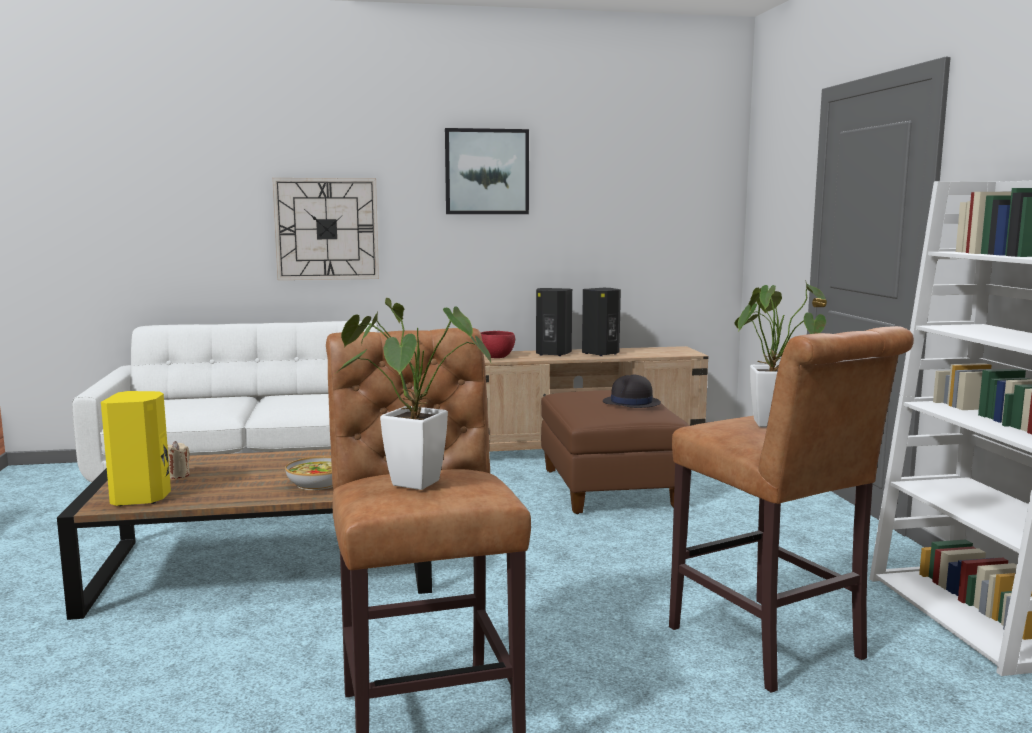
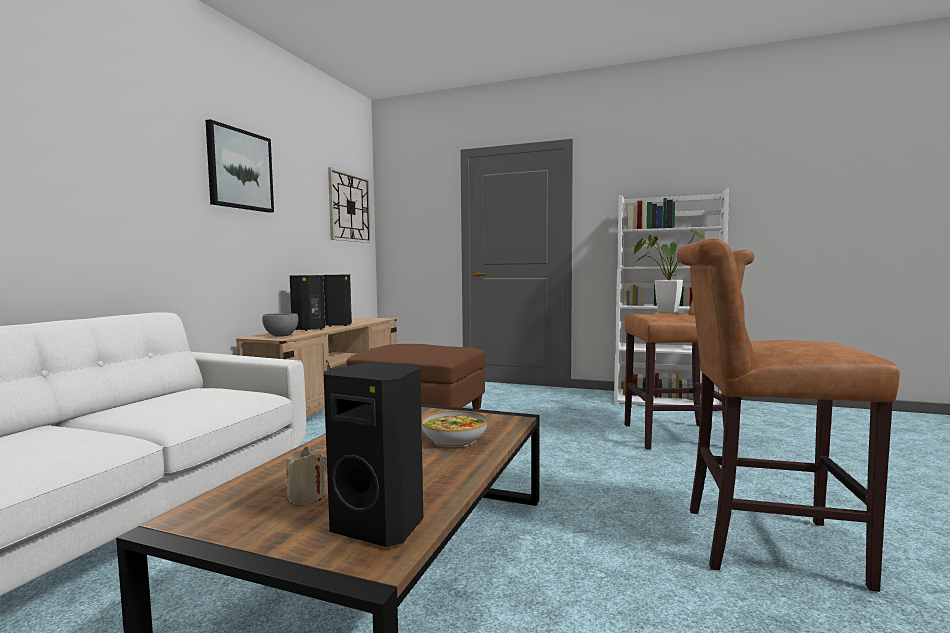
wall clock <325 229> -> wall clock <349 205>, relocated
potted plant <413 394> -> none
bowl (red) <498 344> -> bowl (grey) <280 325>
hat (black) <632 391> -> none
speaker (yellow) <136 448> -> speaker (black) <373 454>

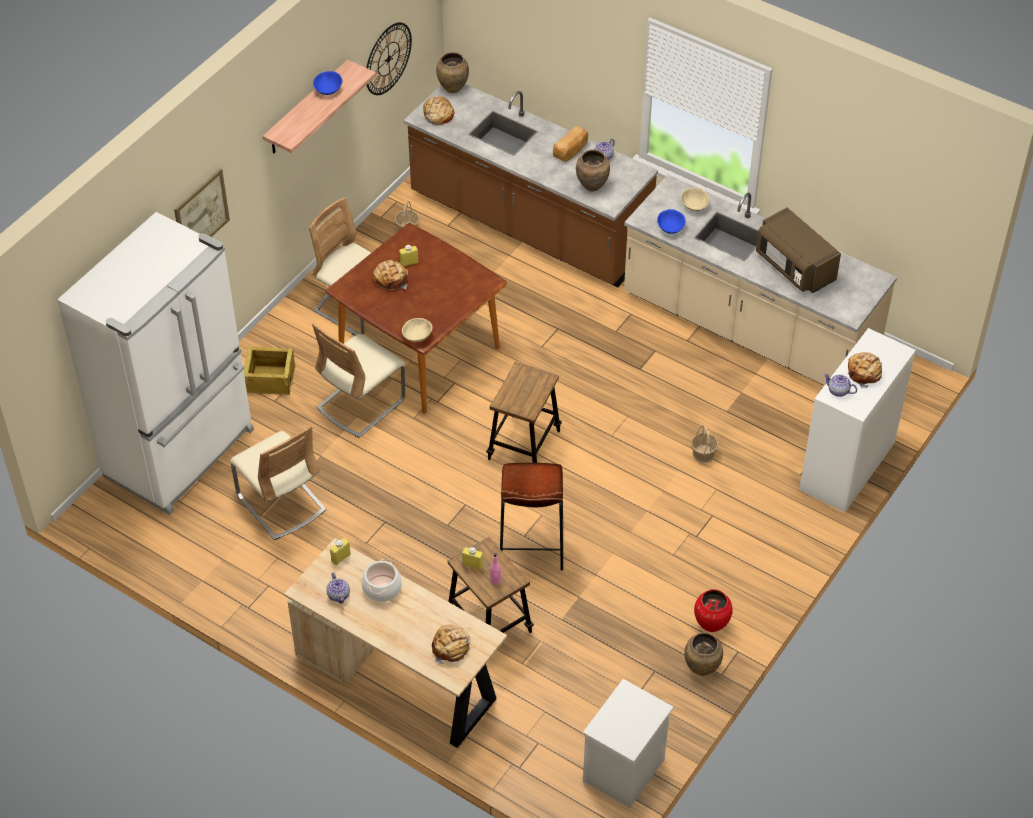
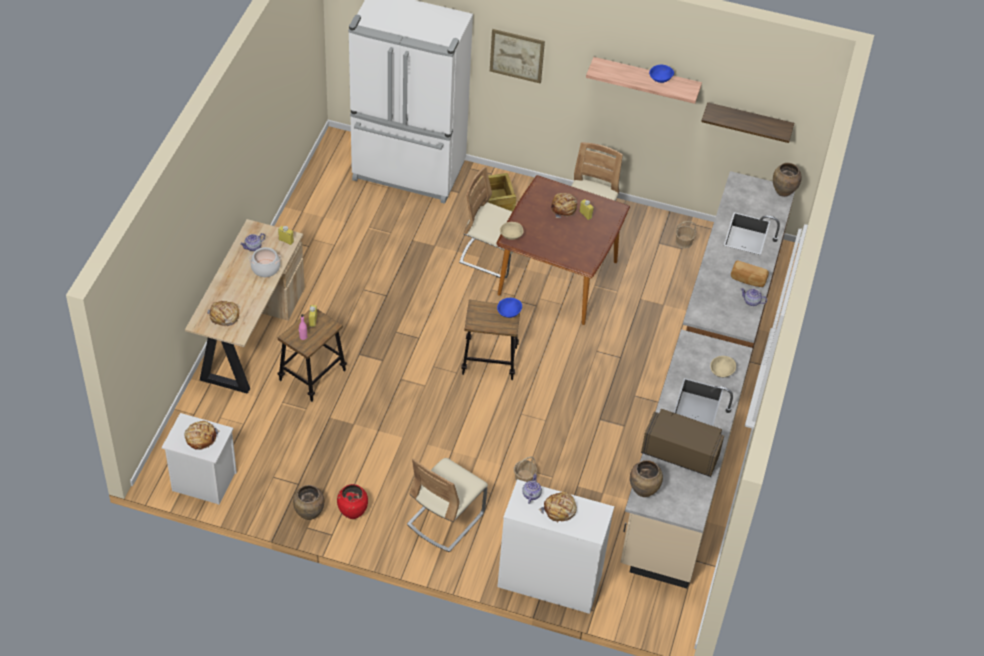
wall clock <389 58> -> shelf <747 122>
bread <438 110> -> bread <202 435>, relocated
vase (brown) <593 170> -> vase (brown) <646 478>, relocated
microwave (brown) <798 250> -> microwave (brown) <682 443>, 75 degrees clockwise
bowl (blue) <671 221> -> bowl (blue) <509 308>, relocated
chair (beige) <278 483> -> chair (beige) <447 505>, relocated
stool (brown) <531 516> -> none

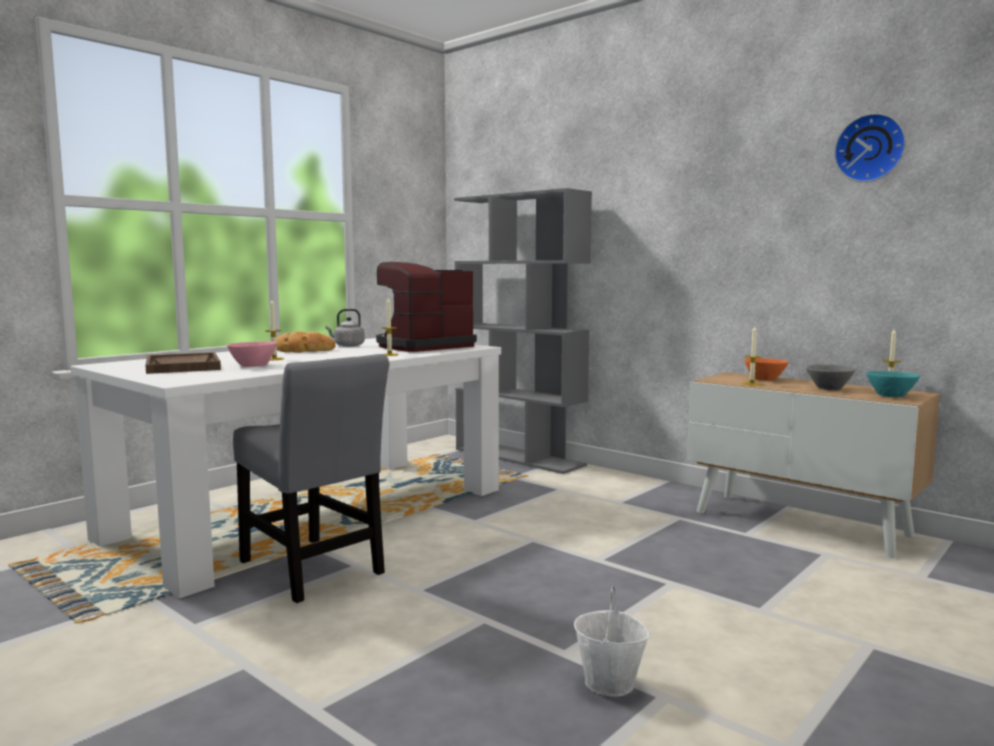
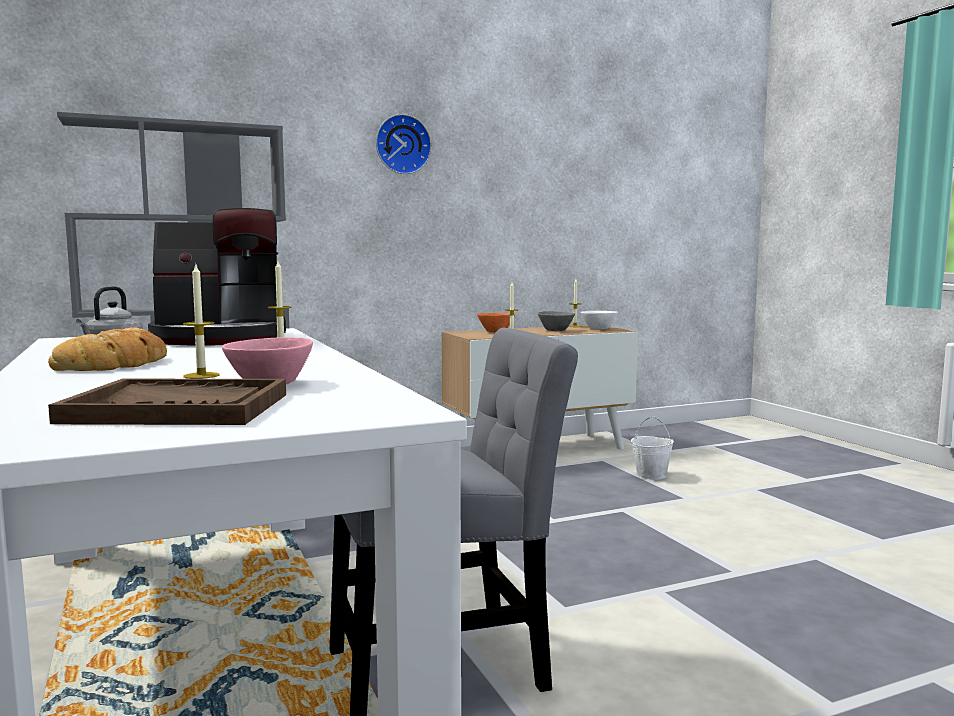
wall clock <870 147> -> wall clock <404 144>, relocated
coffee machine <426 307> -> coffee machine <217 276>, 90 degrees counterclockwise
bowl (turquoise) <893 384> -> bowl (white) <599 320>
bucket (white) <612 641> -> bucket (white) <652 448>, relocated

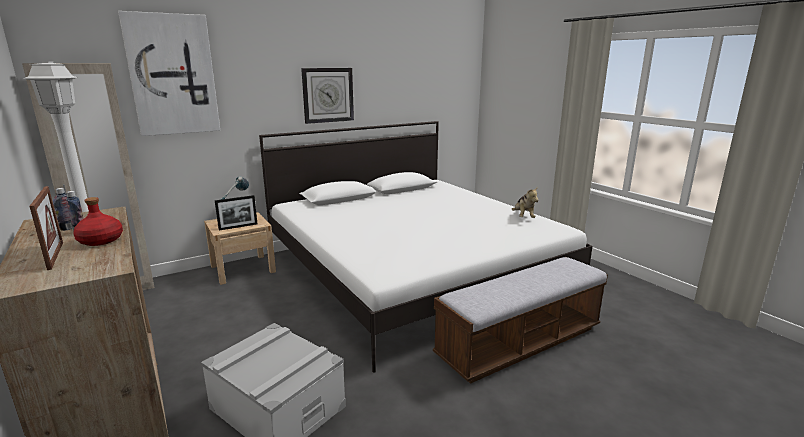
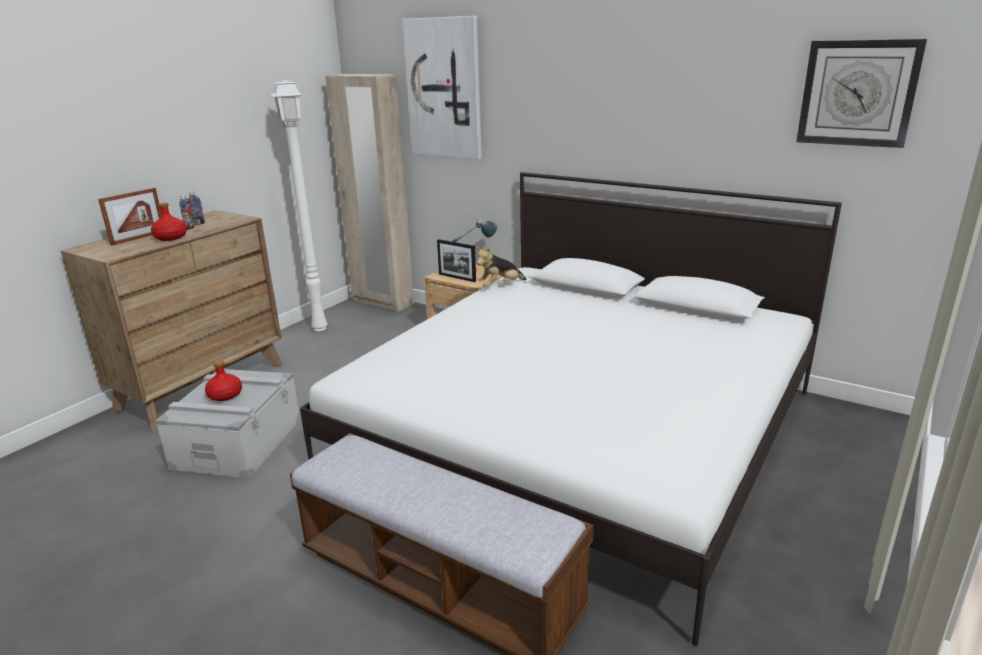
wall clock <327 96> -> wall clock <861 93>, relocated
plush toy <525 202> -> plush toy <501 267>, relocated
none -> bottle (red) <223 381>

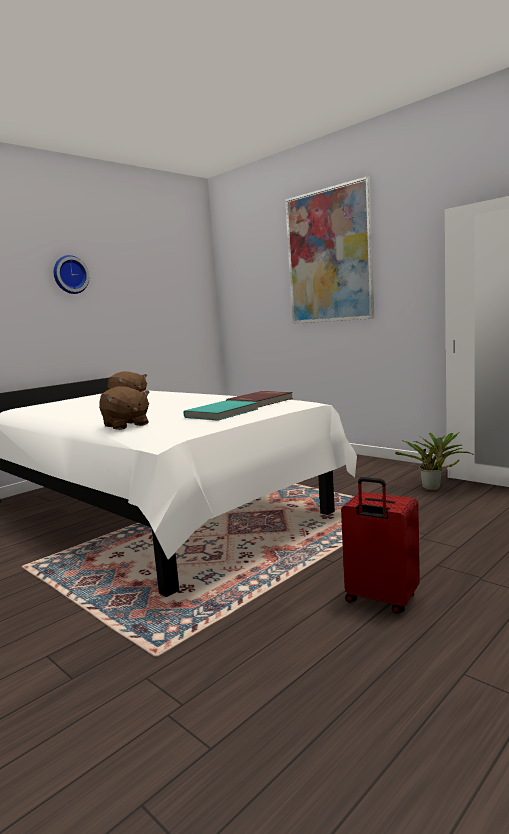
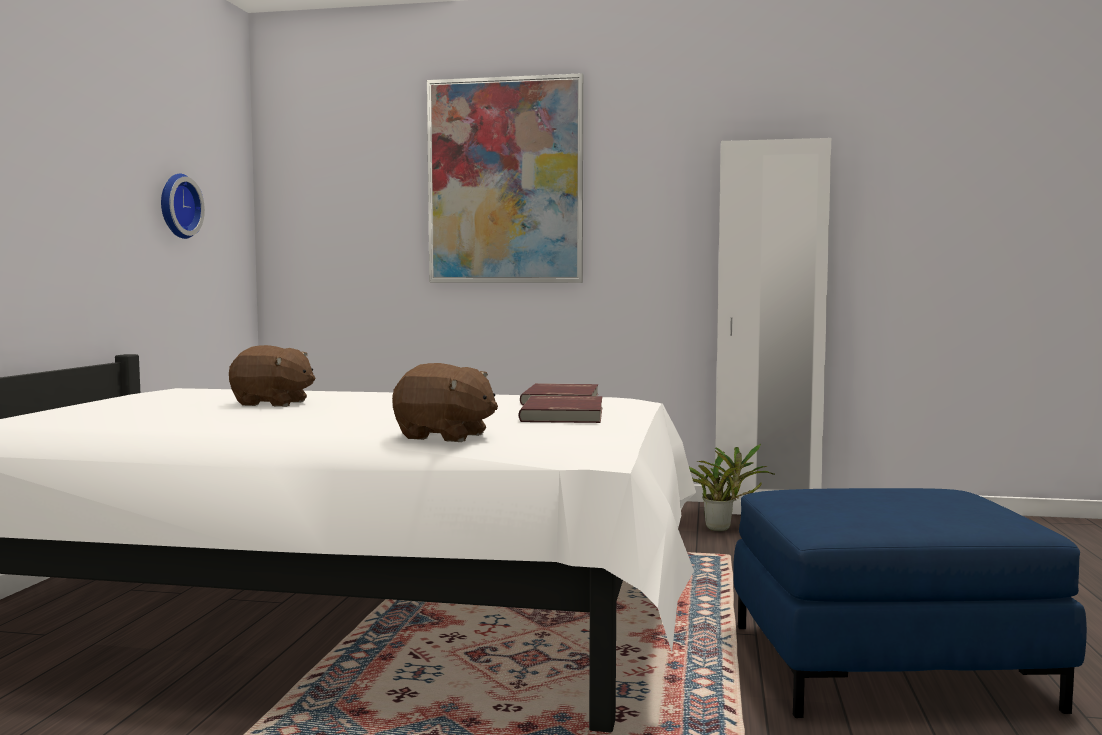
wall clock <71 274> -> wall clock <183 206>, relocated
book (turquoise) <221 411> -> book (red) <560 409>
suitcase (red) <380 545> -> ottoman (blue) <910 603>

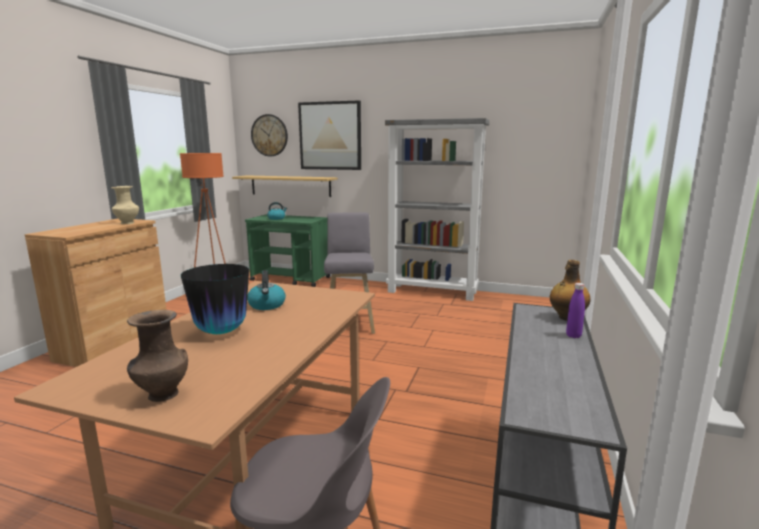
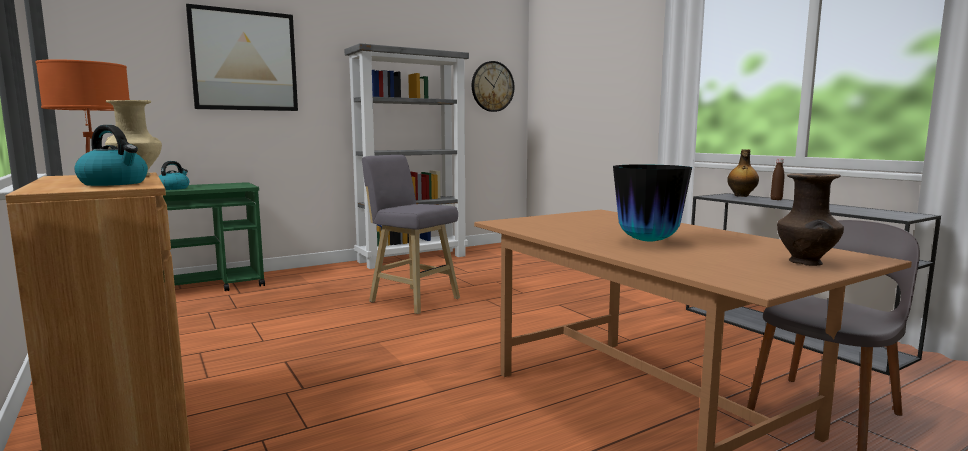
wall clock <269 135> -> wall clock <493 86>, relocated
shelf <284 186> -> none
kettle <266 290> -> kettle <111 155>, relocated
bottle (purple) <575 310> -> bottle (brown) <777 179>

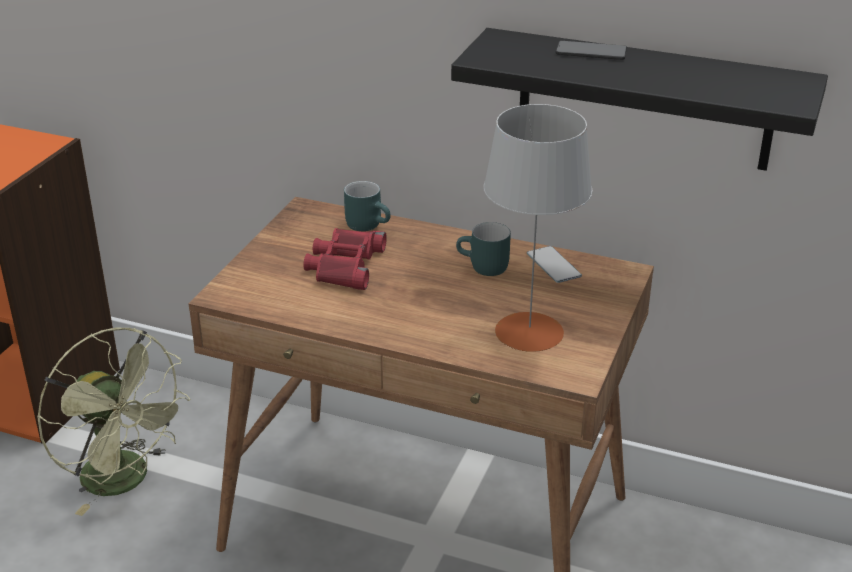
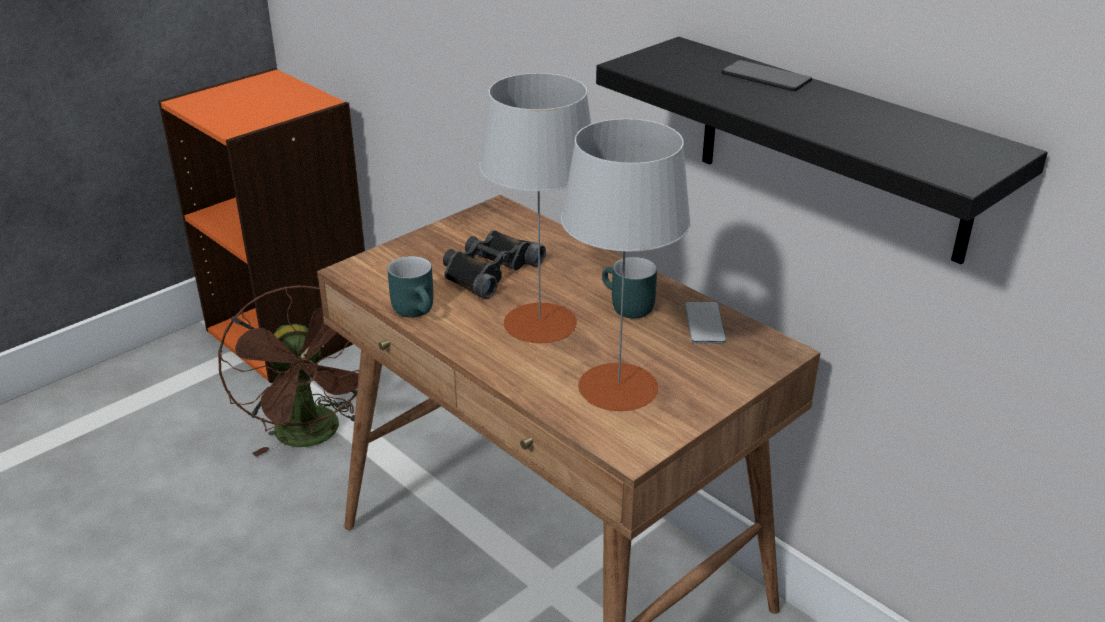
mug (turquoise) <367 206> -> mug (turquoise) <410 287>, relocated
binoculars (red) <345 259> -> binoculars (black) <494 264>
fan (green) <114 422> -> fan (brown) <288 371>
none -> table lamp (grey) <535 208>

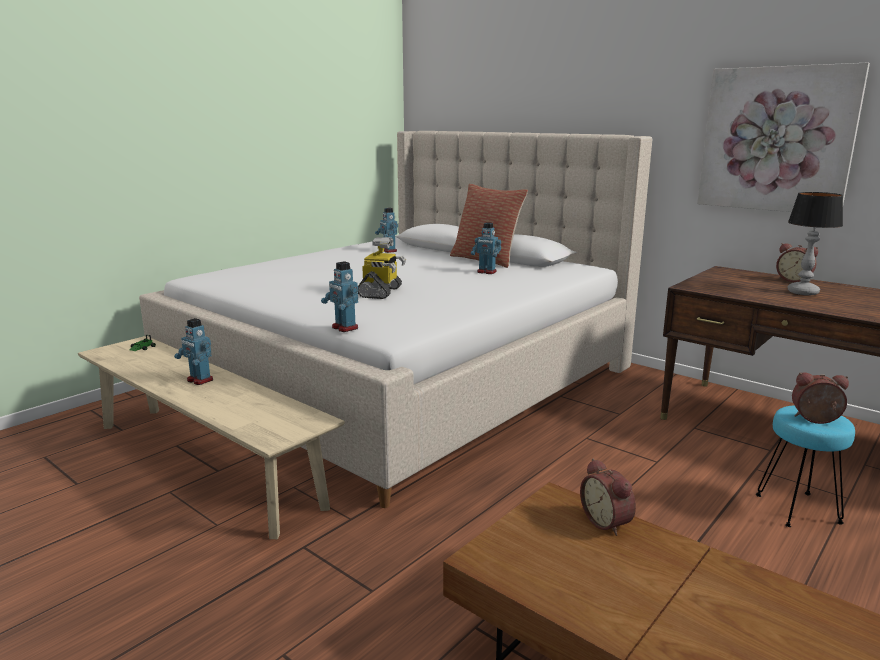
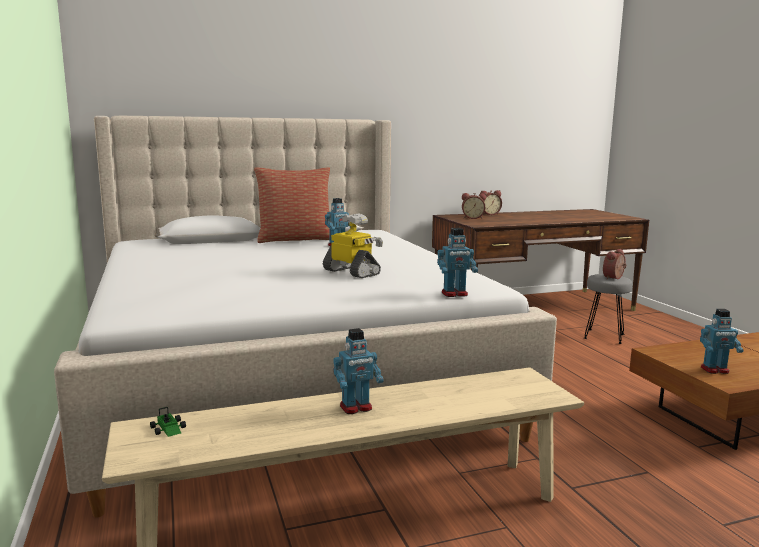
picture <783 137> -> none
table lamp <815 243> -> none
toy robot <386 230> -> toy robot <721 341>, relocated
stool (turquoise) <805 466> -> stool (grey) <608 309>
alarm clock <608 497> -> alarm clock <474 206>, relocated

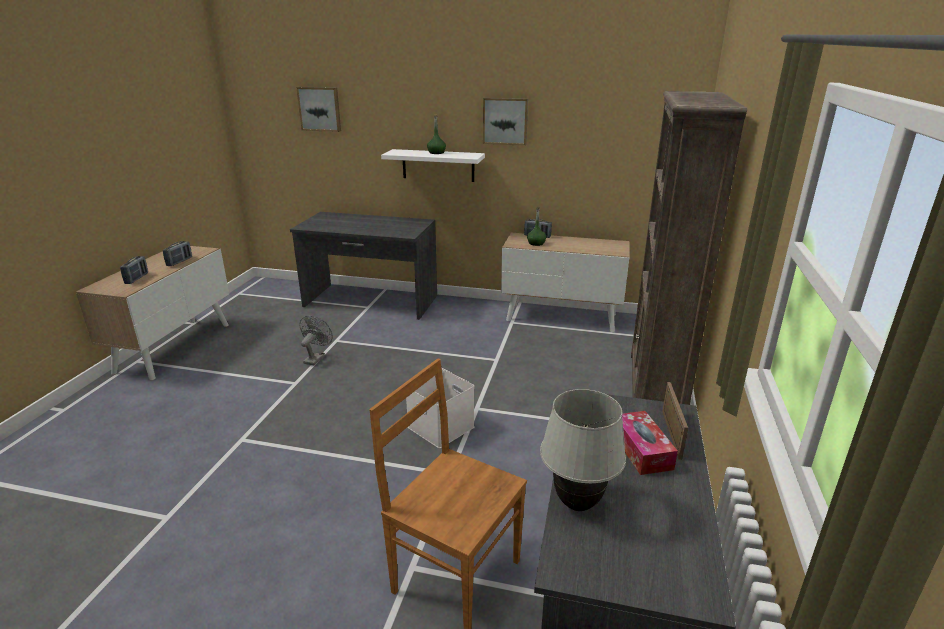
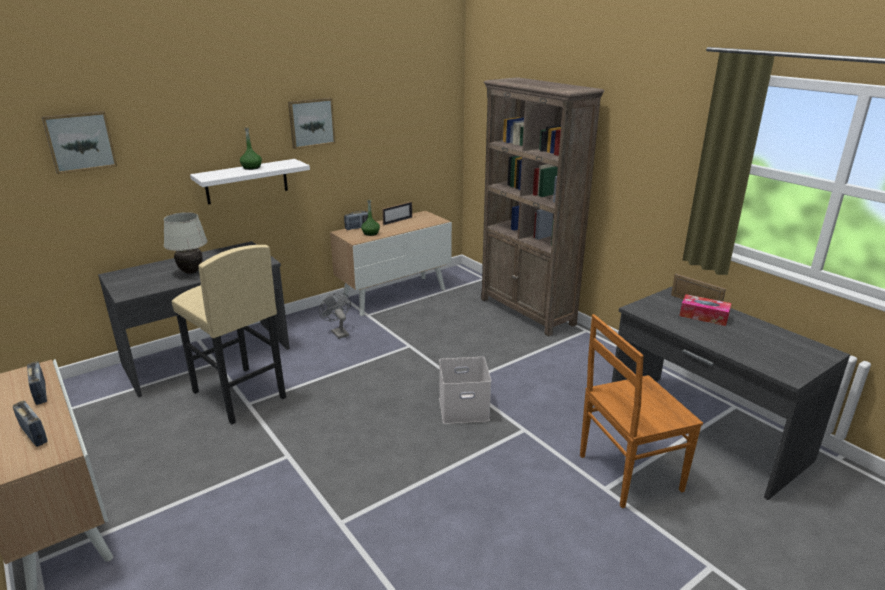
fan (grey) <316 340> -> fan (grey) <335 316>, relocated
table lamp (white) <583 450> -> table lamp (white) <185 243>, relocated
none -> picture frame <397 213>
none -> stool (beige) <228 334>

